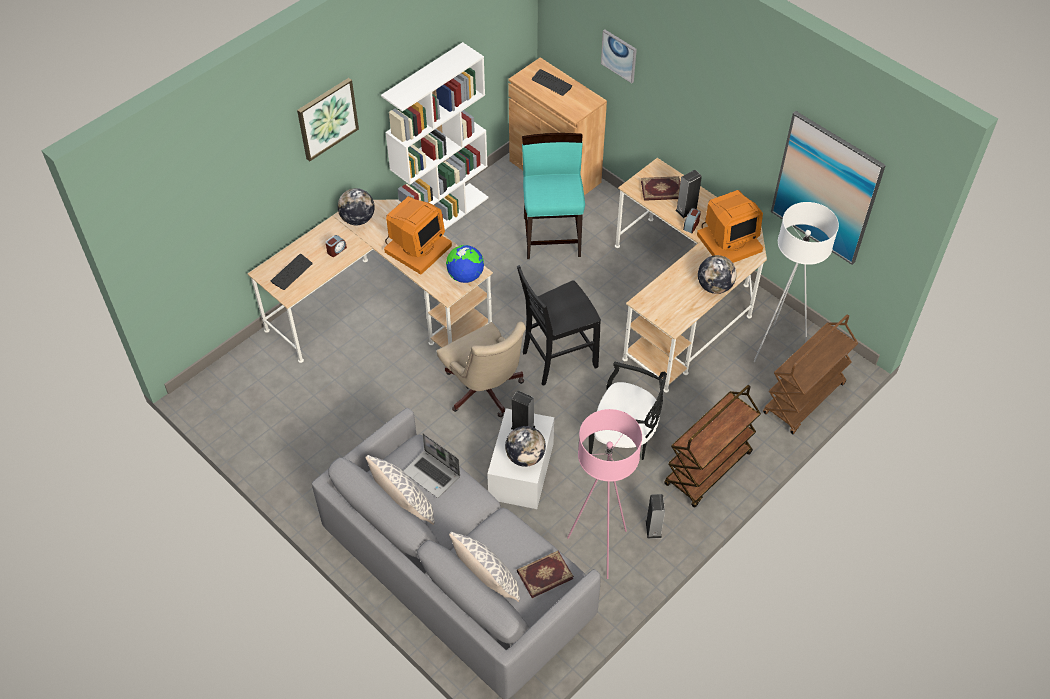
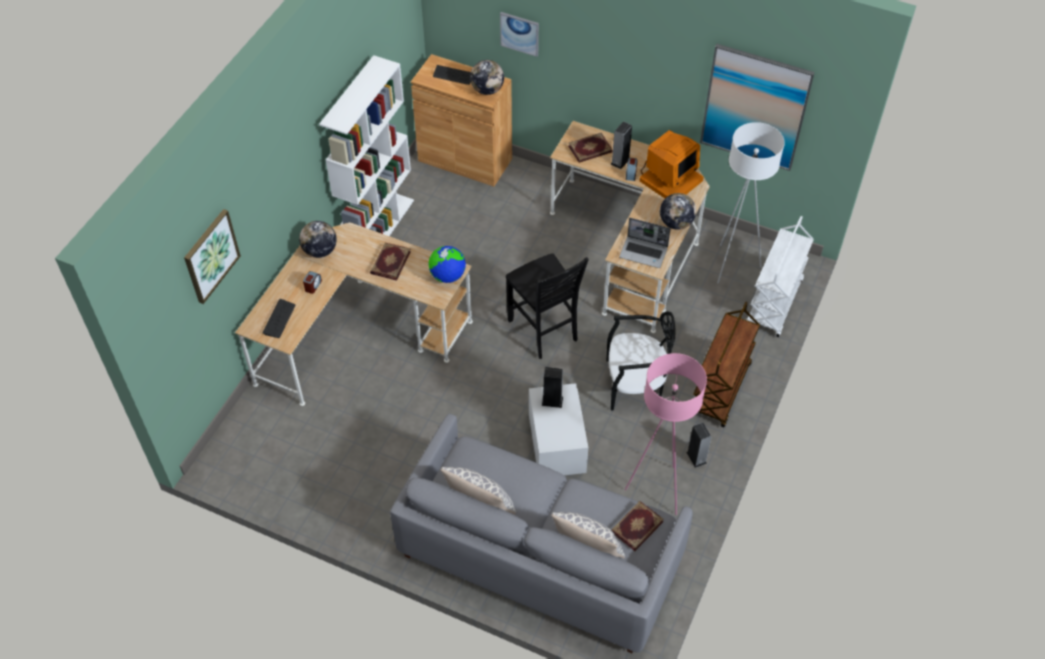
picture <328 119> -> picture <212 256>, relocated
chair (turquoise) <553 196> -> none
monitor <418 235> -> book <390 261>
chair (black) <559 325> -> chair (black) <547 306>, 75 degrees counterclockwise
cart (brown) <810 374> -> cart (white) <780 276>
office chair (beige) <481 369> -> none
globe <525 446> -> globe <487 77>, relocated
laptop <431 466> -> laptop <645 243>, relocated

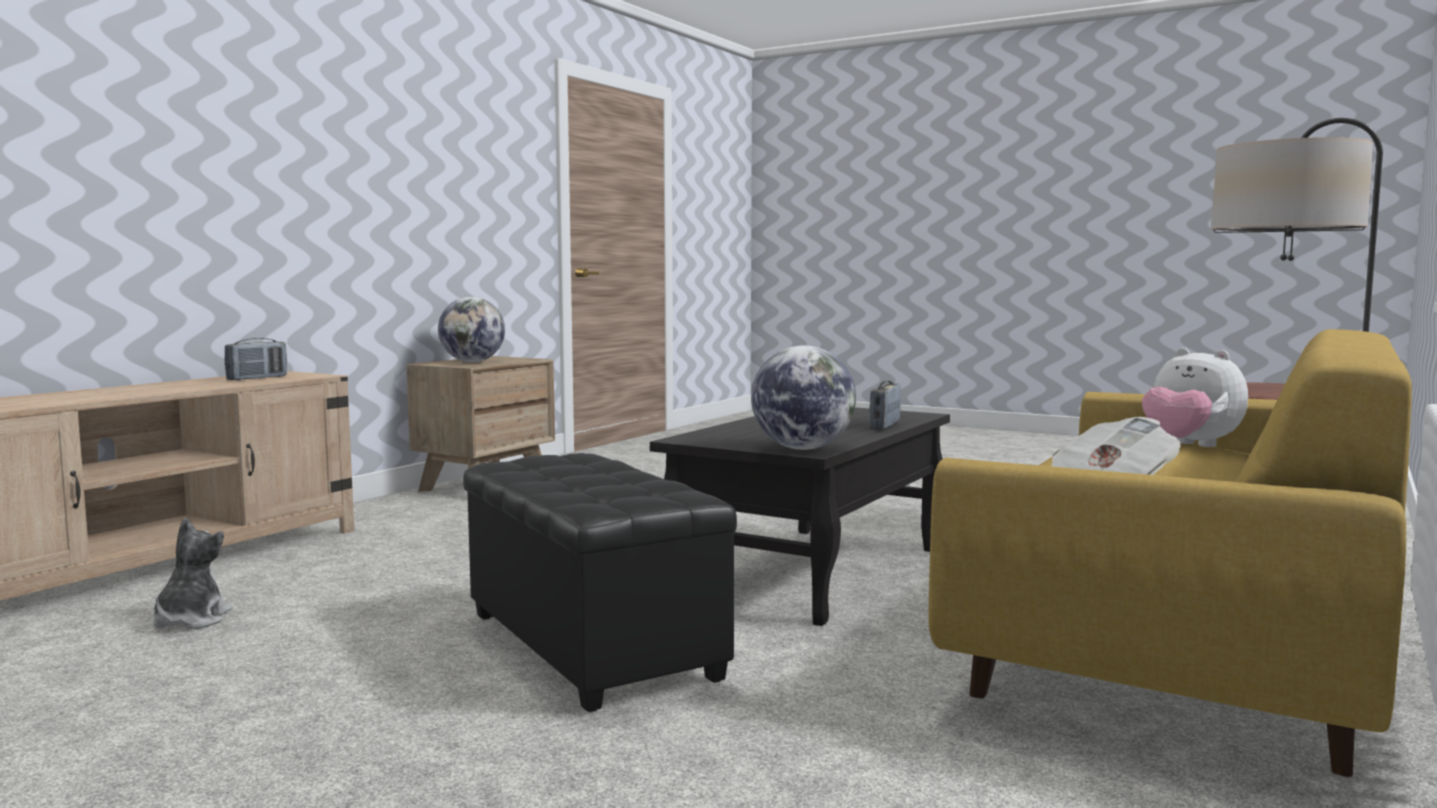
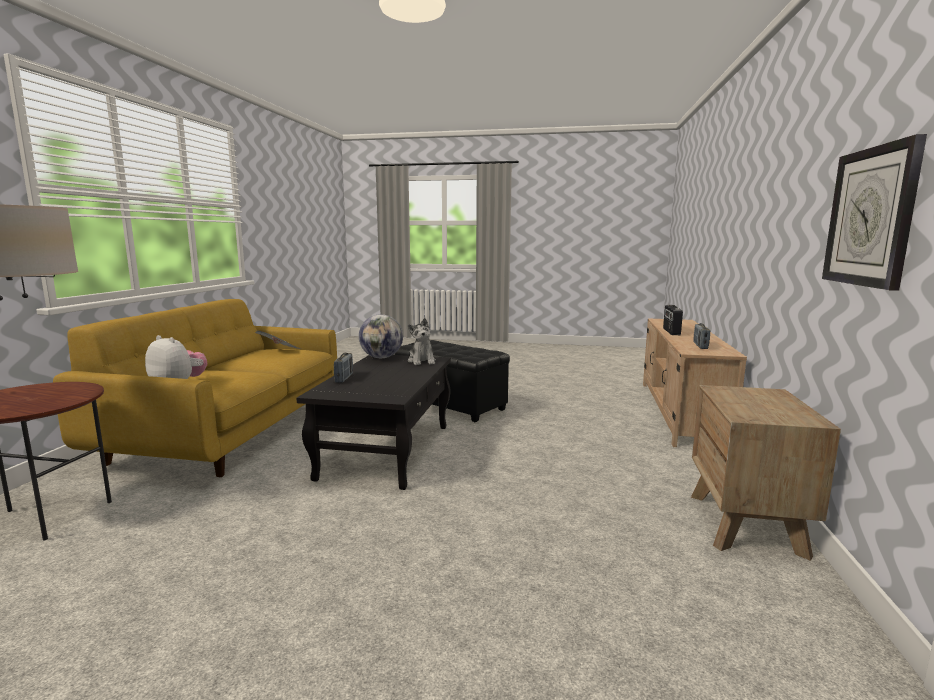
globe <471 329> -> none
plush toy <192 573> -> plush toy <422 341>, relocated
none -> wall clock <874 212>
none -> radio <673 320>

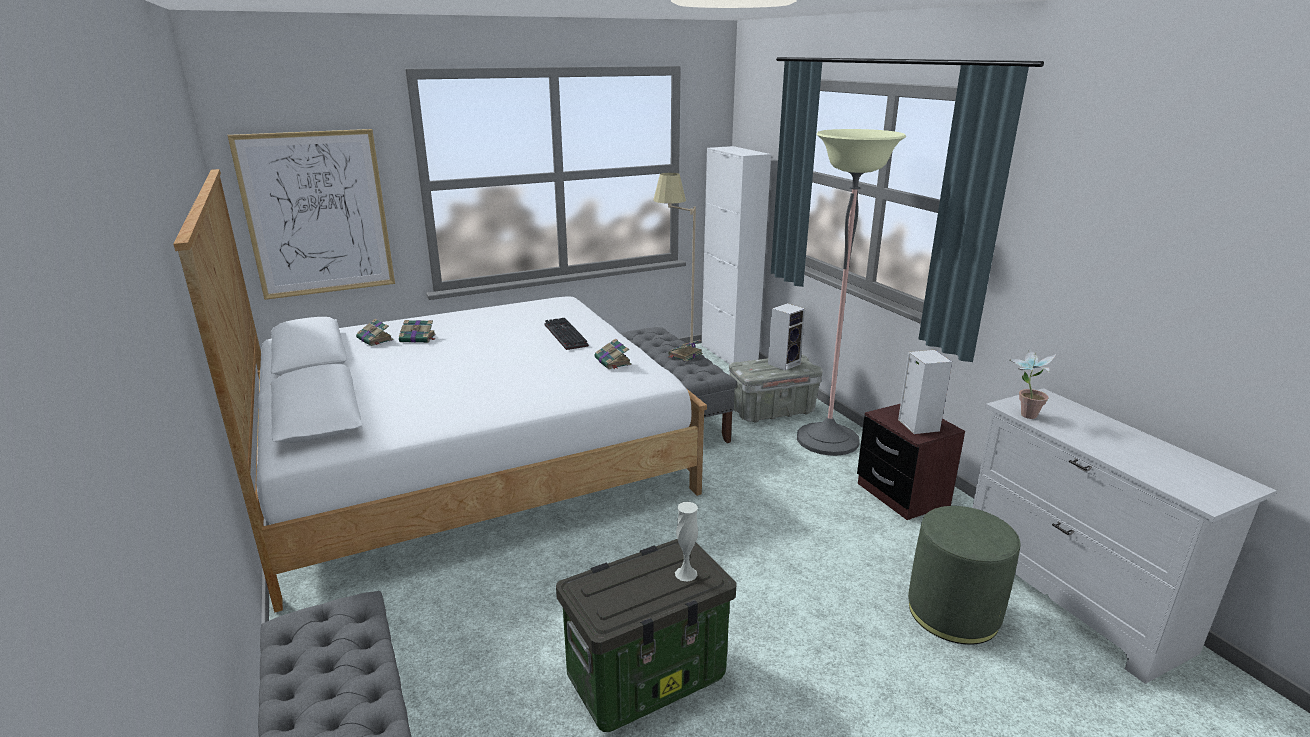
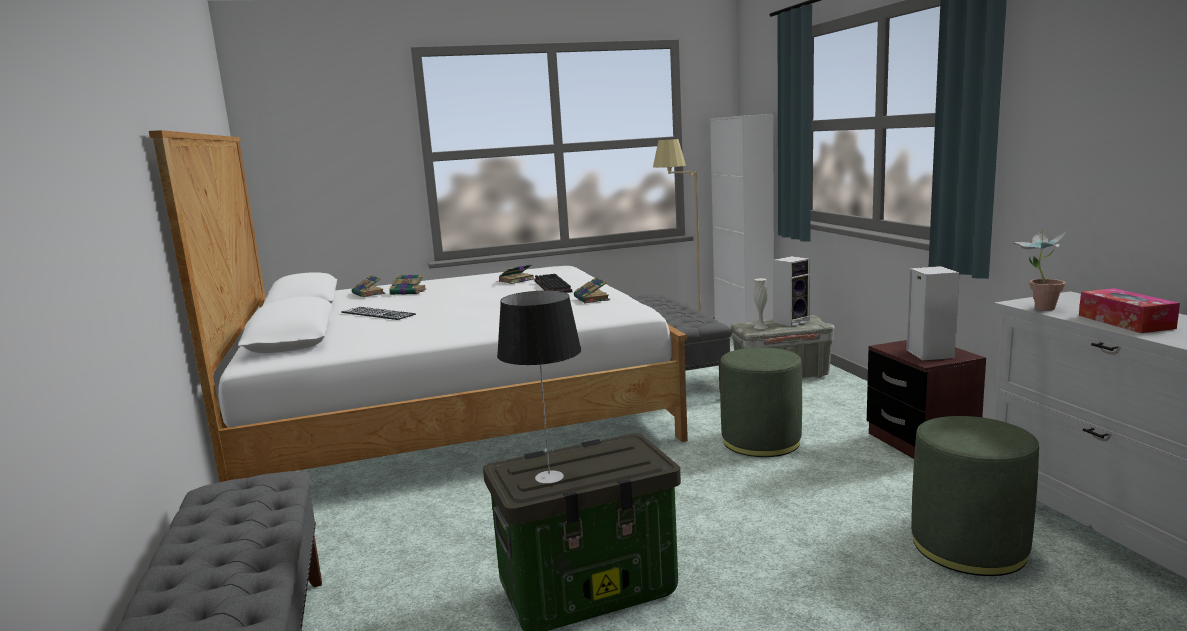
picture <311 214> -> none
floor lamp <851 292> -> none
book <685 351> -> book <517 274>, relocated
vase (white) <686 542> -> vase (white) <761 303>, relocated
none -> tissue box <1129 310>
none -> table lamp <539 387>
none -> keyboard <378 313>
none -> ottoman (green) <761 402>

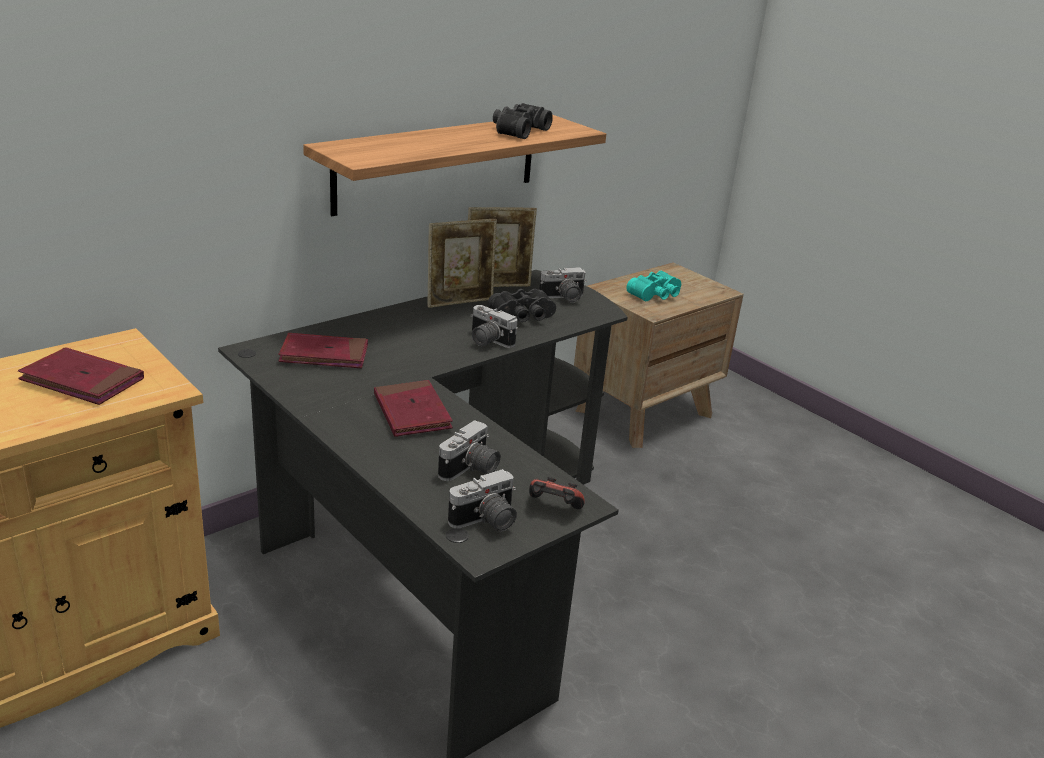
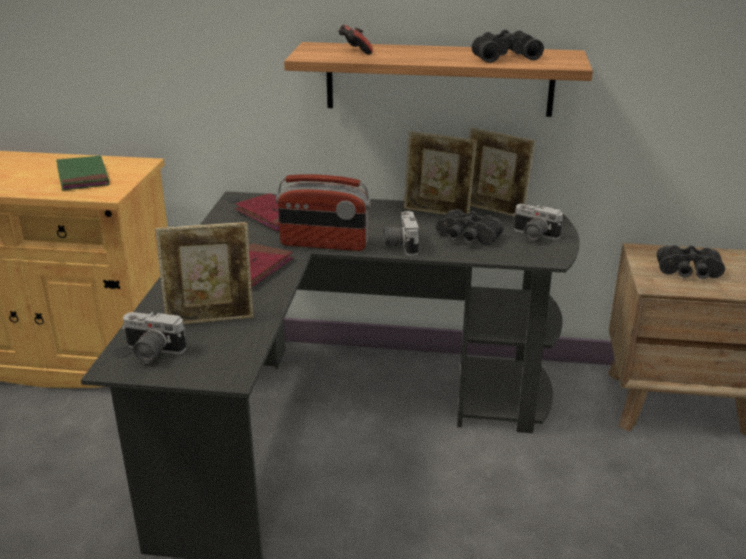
binoculars (turquoise) <653 286> -> binoculars (black) <690 262>
book (red) <81 376> -> book (green) <83 173>
photo camera <469 450> -> picture frame <204 273>
game controller <557 493> -> game controller <355 39>, relocated
none -> radio <323 212>

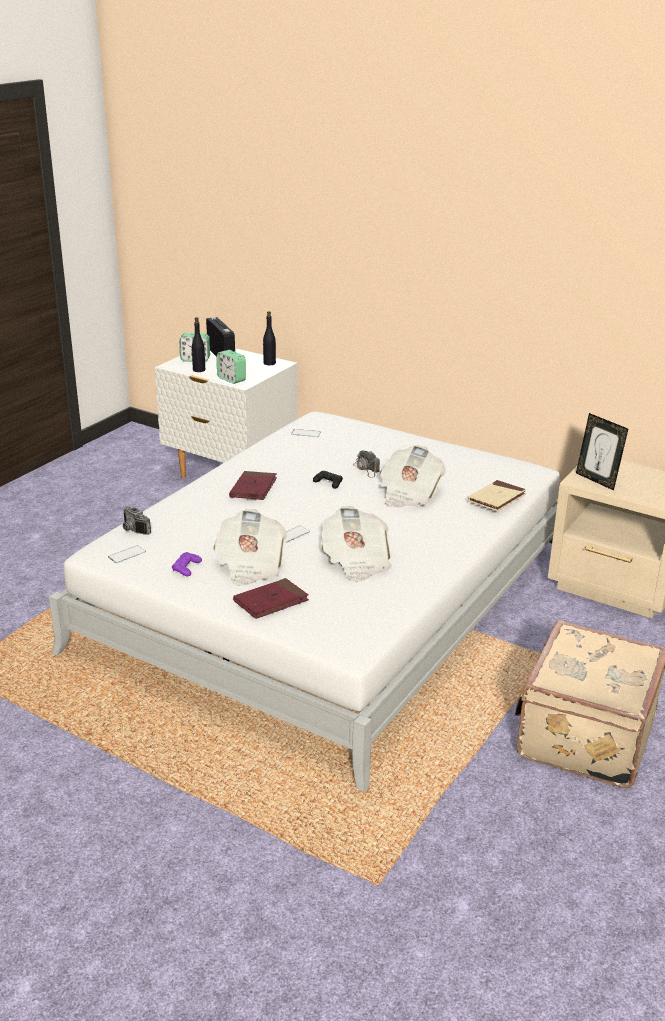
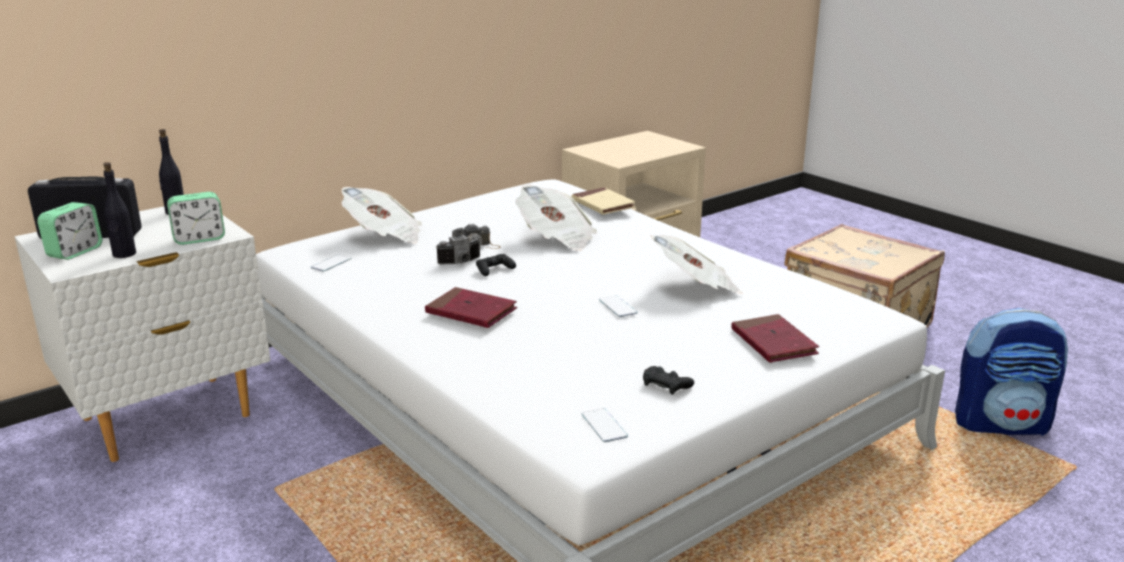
picture frame <602 452> -> none
photo camera <137 521> -> photo camera <458 249>, relocated
newspaper <250 547> -> newspaper <381 215>, relocated
game controller (purple) <187 564> -> game controller (black) <668 380>
none -> backpack <1011 372>

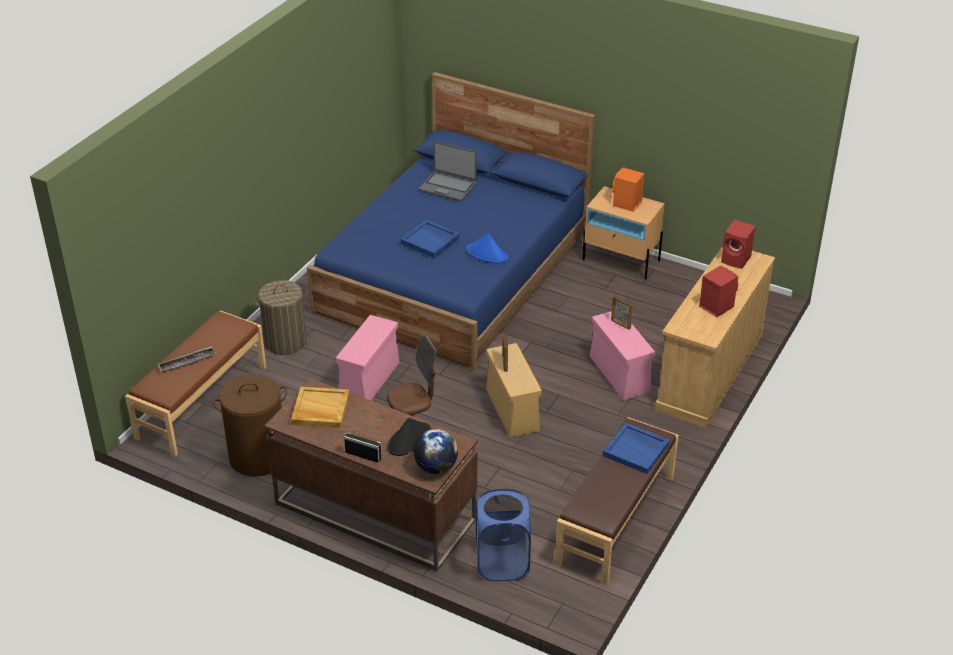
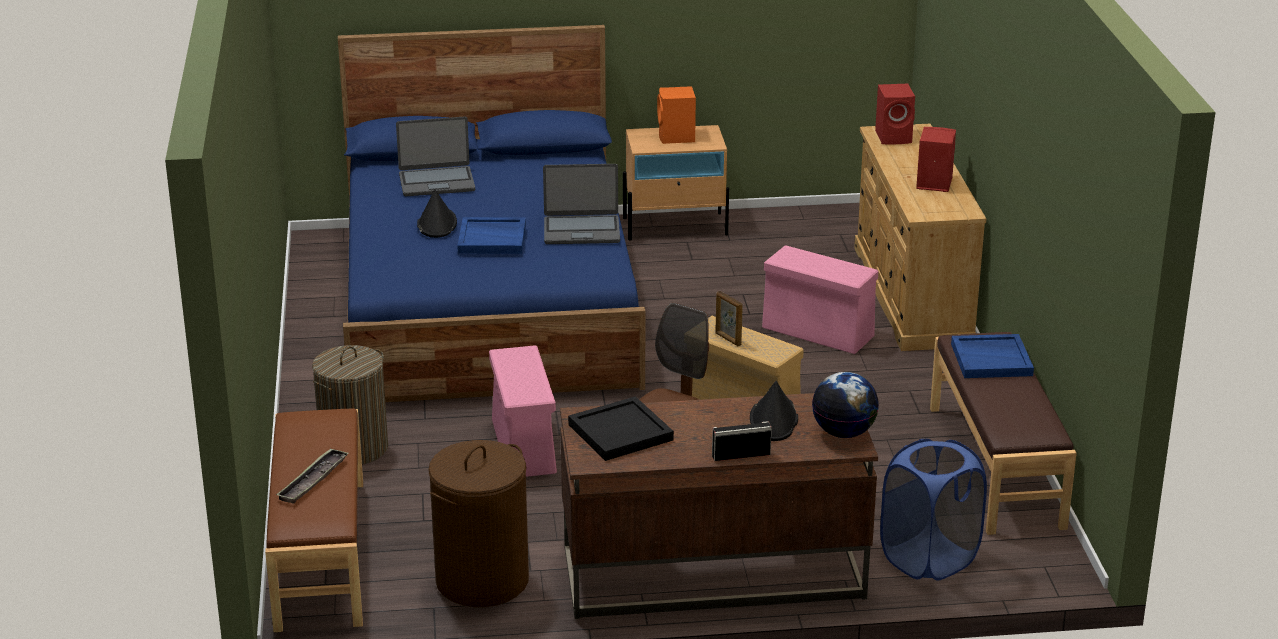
hat (blue) <487 248> -> laptop <581 204>
picture frame <622 312> -> none
tray (beige) <320 407> -> tray (black) <621 428>
none -> hat (black) <437 213>

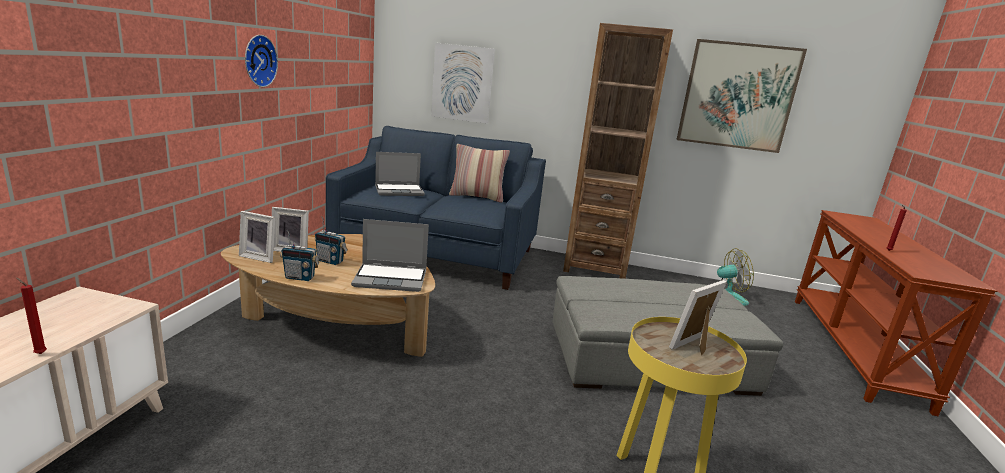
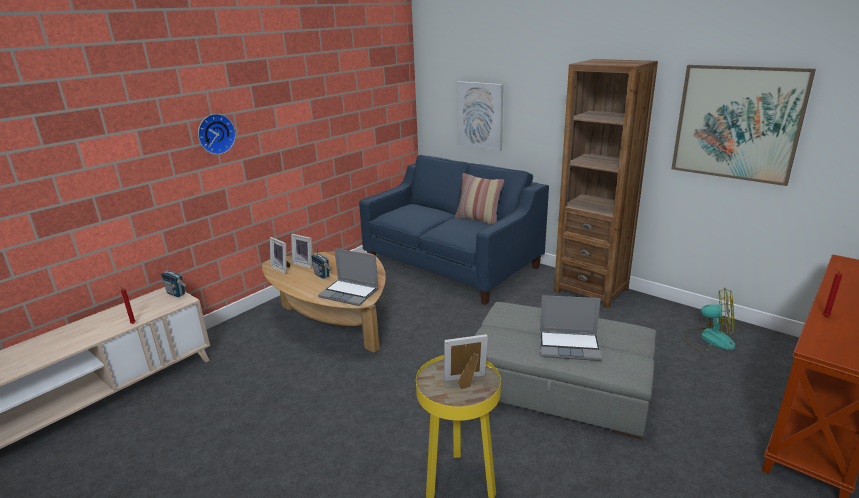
wall clock <261 61> -> wall clock <217 134>, relocated
laptop <400 174> -> laptop <571 328>, relocated
radio <299 255> -> radio <174 278>, relocated

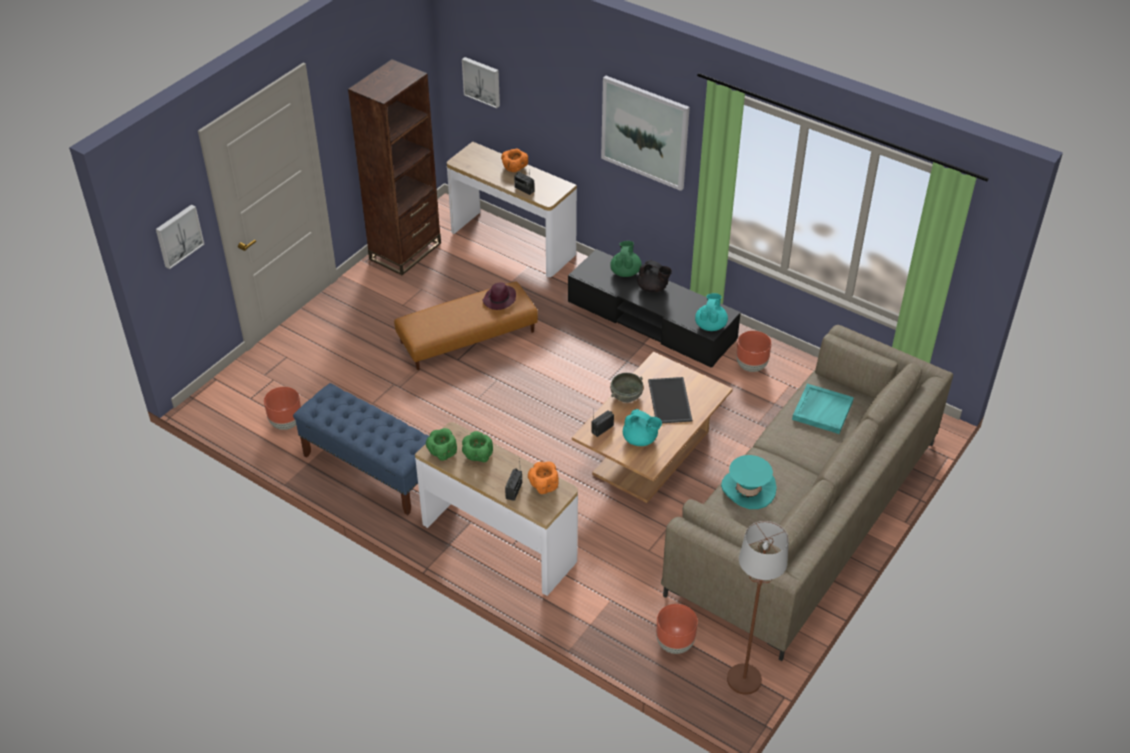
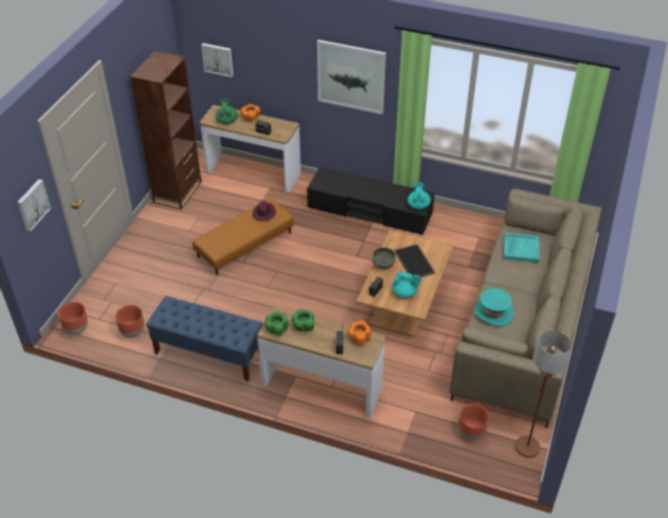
teapot (green) <626 259> -> teapot (green) <226 111>, relocated
teapot (black) <654 276> -> none
planter (brown) <754 351> -> planter (brown) <73 318>, relocated

